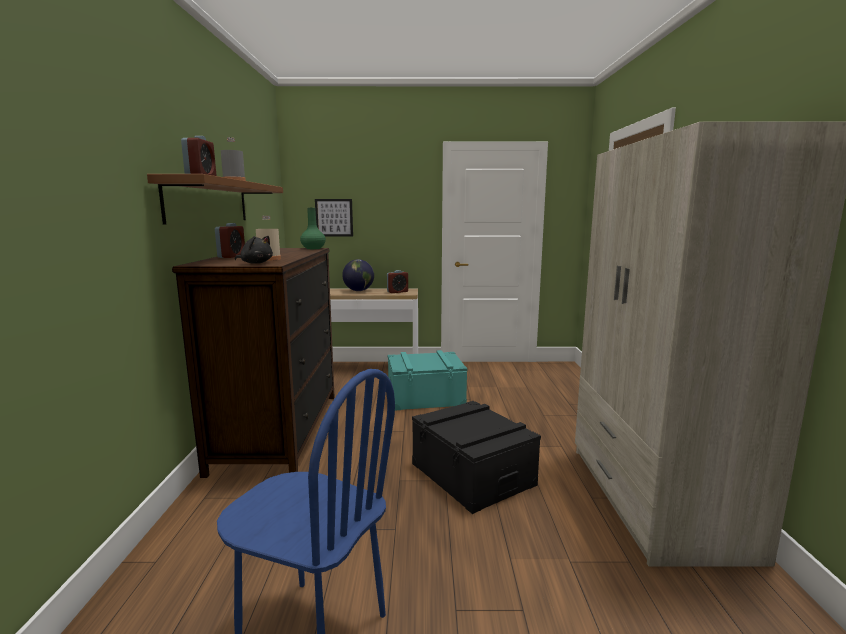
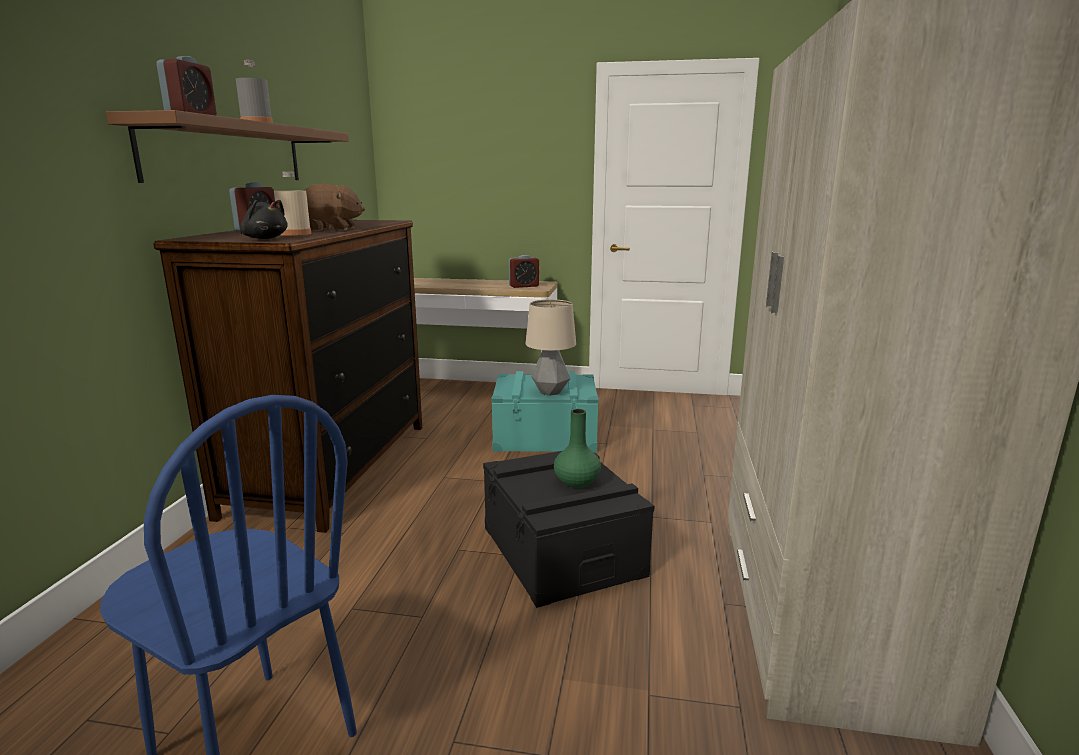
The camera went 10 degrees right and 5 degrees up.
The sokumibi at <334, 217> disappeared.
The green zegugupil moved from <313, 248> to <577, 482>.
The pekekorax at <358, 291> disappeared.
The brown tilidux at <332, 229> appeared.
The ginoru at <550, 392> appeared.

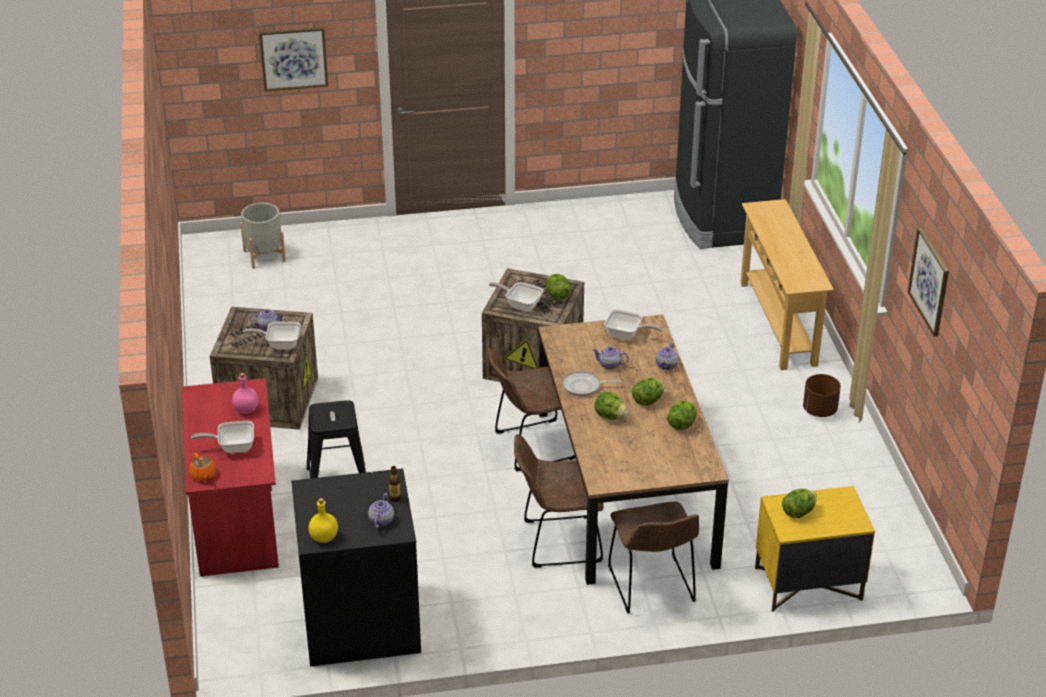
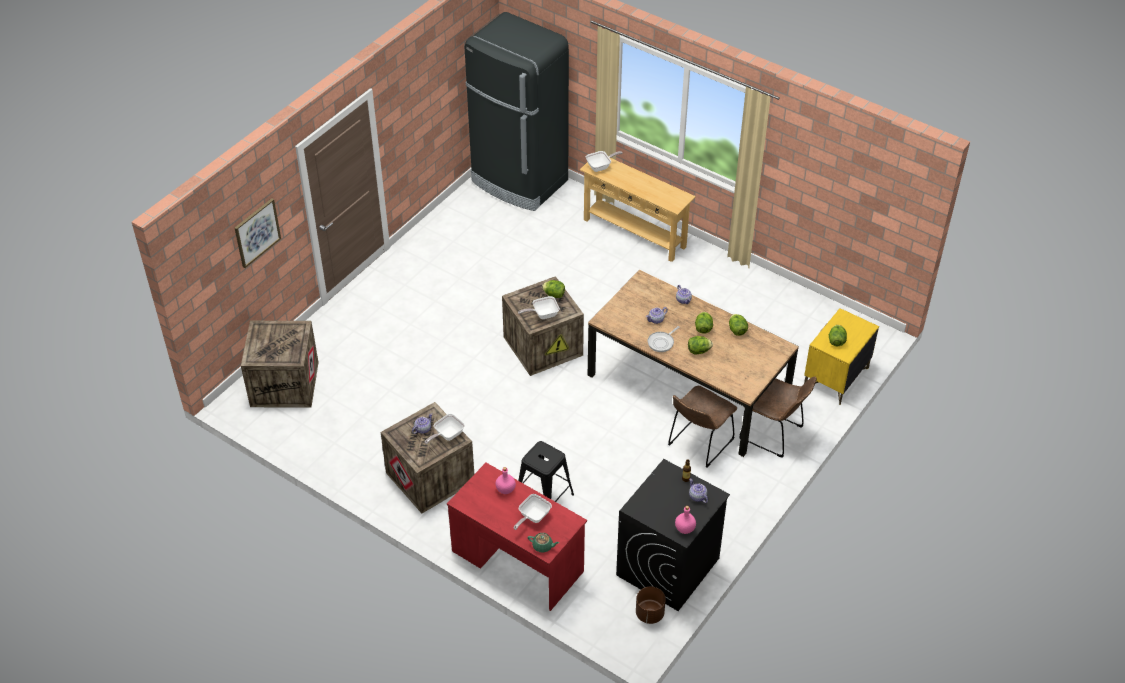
The camera went 45 degrees left and 10 degrees up.
The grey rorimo at <264, 256> was replaced by the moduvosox at <285, 385>.
The sokumibi at <929, 281> disappeared.
The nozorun moved from <627, 335> to <601, 167>.
The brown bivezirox at <531, 446> disappeared.
The brown rorimo moved from <819, 410> to <650, 614>.
The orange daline at <203, 475> became the green daline at <543, 546>.
The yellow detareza at <324, 538> became the pink detareza at <685, 528>.

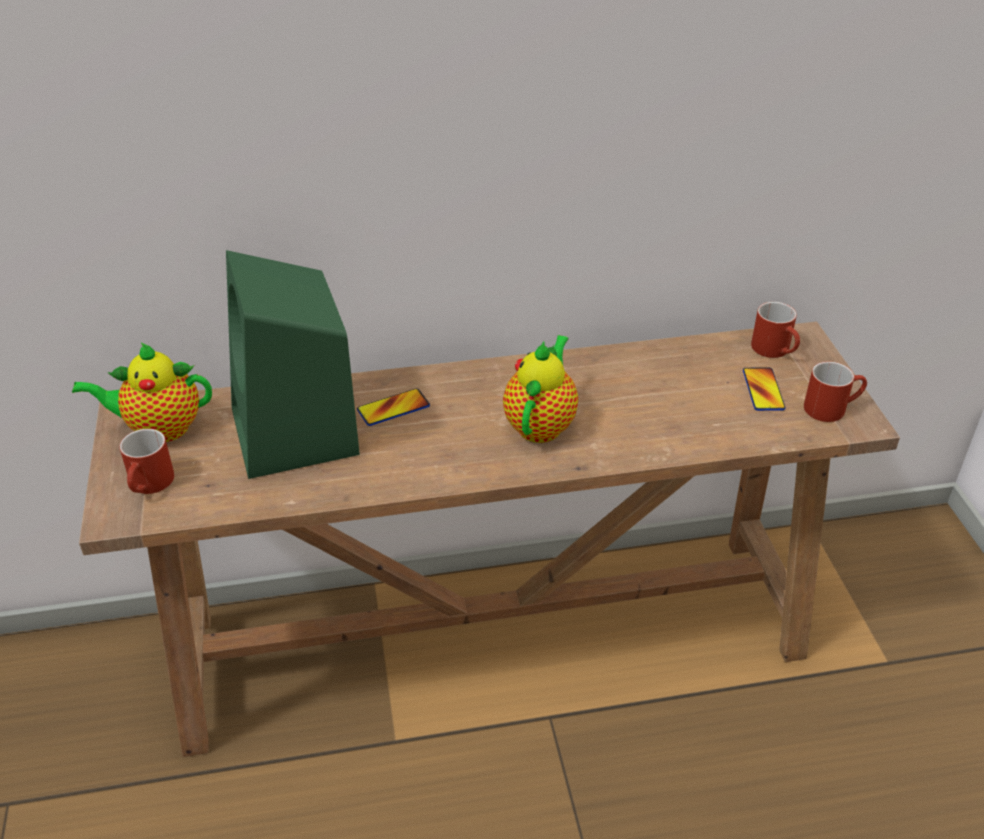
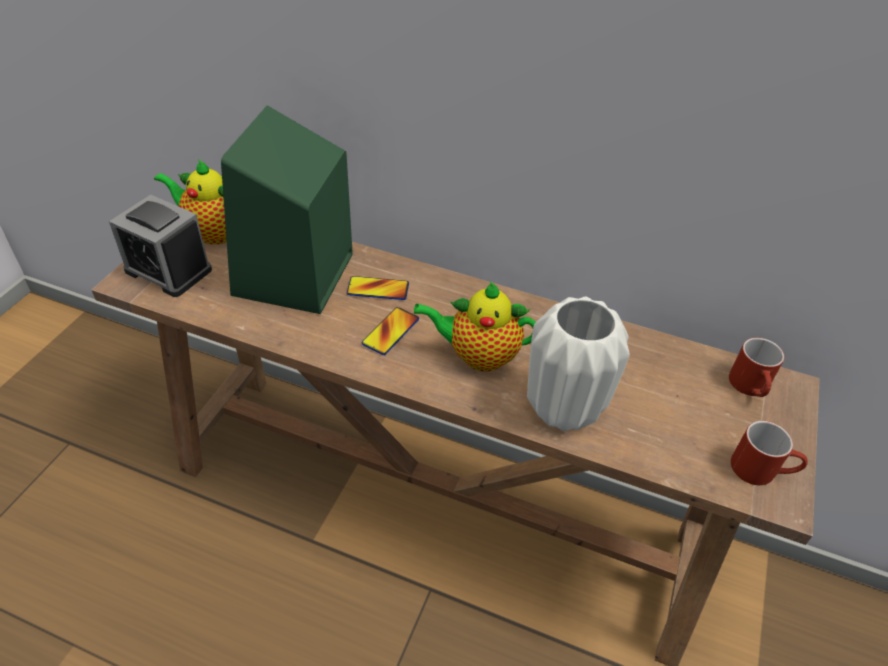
The camera went 30 degrees right and 5 degrees up.
The daline at <541, 424> turned 135 degrees counterclockwise.
The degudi moved from <763, 390> to <390, 332>.
The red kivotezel at <150, 485> was replaced by the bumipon at <168, 270>.
The white zegugupil at <564, 409> appeared.

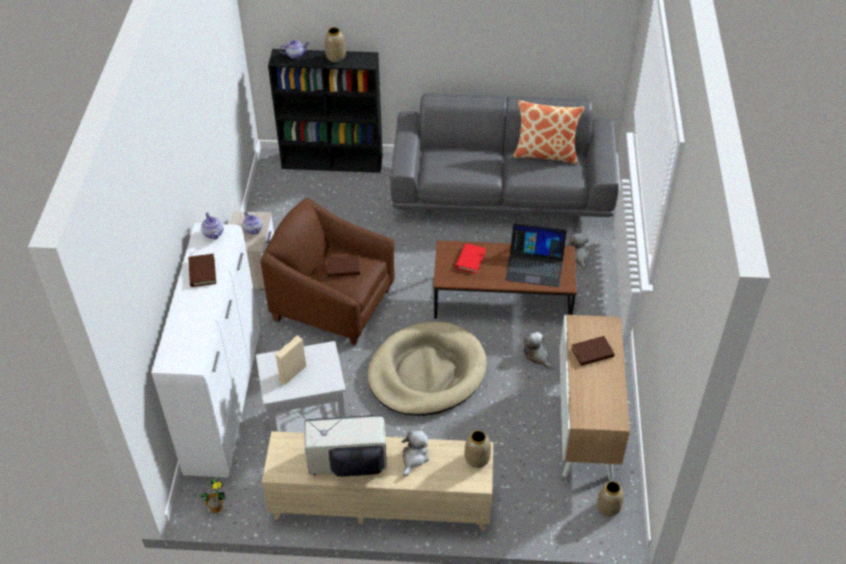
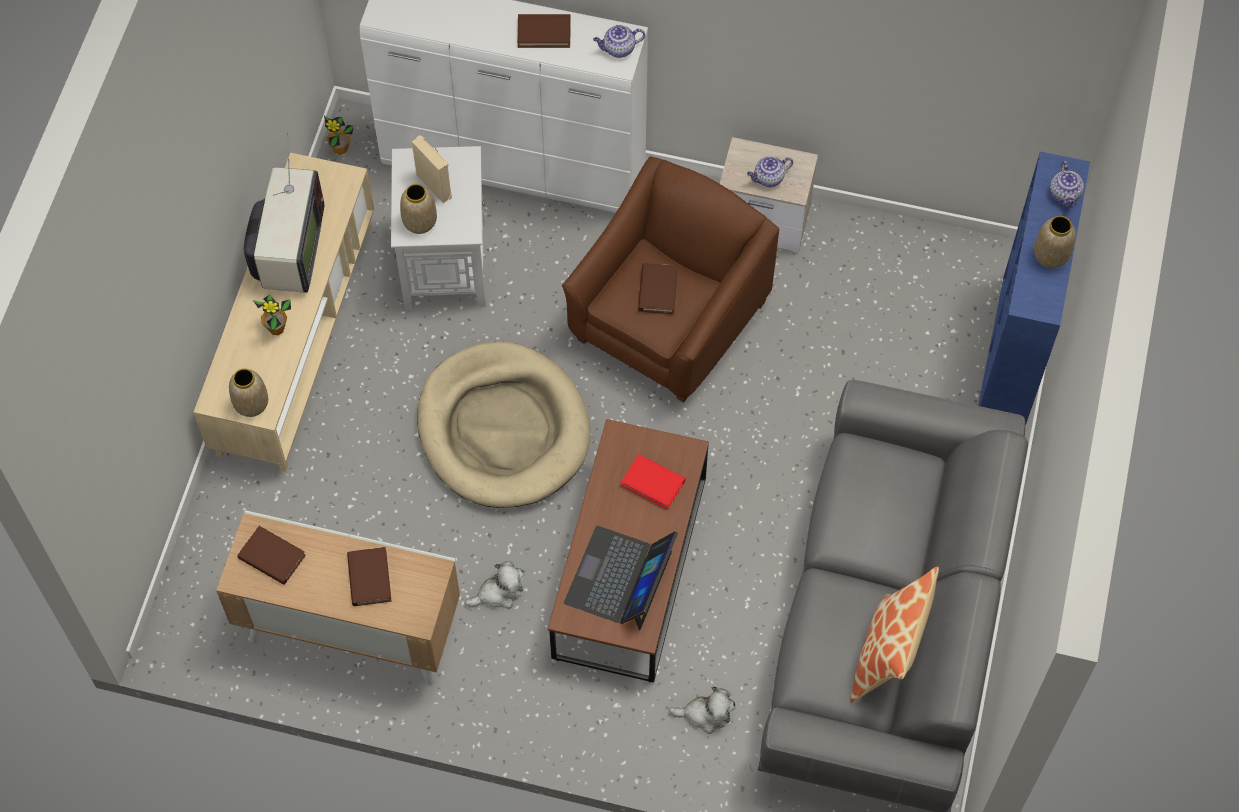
The camera went 100 degrees right and 15 degrees up.
The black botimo at <333, 162> became the blue botimo at <1012, 358>.
The tilidux at <414, 457> was replaced by the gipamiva at <276, 328>.
The zegugupil moved from <608, 508> to <419, 222>.
The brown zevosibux at <272, 557> appeared.

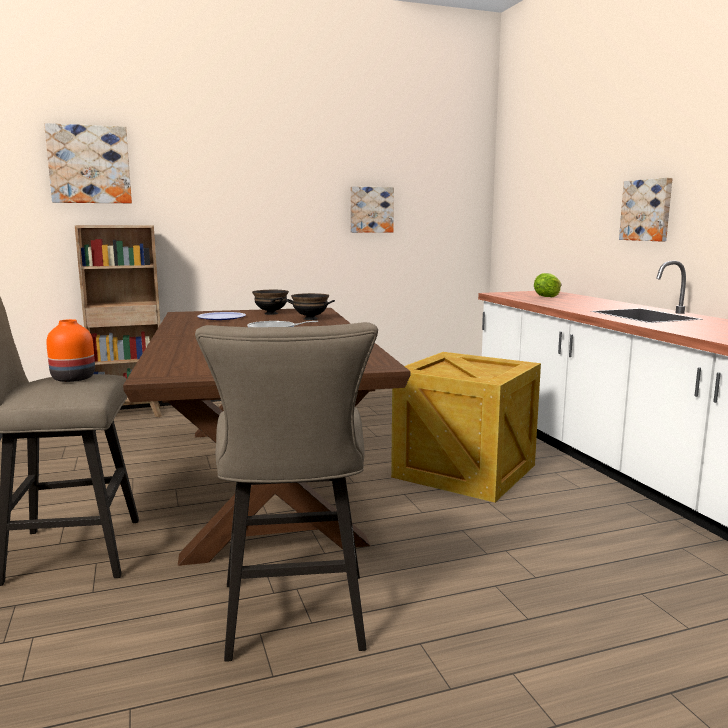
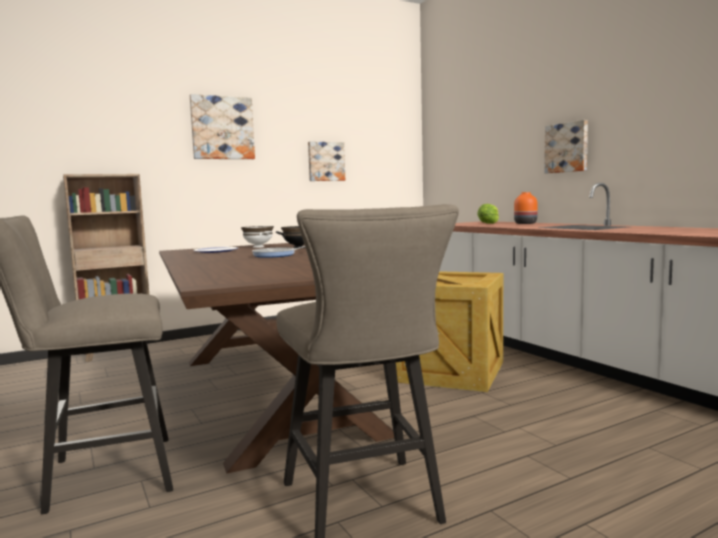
The camera went 10 degrees left and 5 degrees down.
The sokumibi moved from <89, 164> to <222, 128>.
The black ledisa at <271, 313> became the white ledisa at <258, 247>.
The orange zegugupil moved from <72, 379> to <525, 223>.

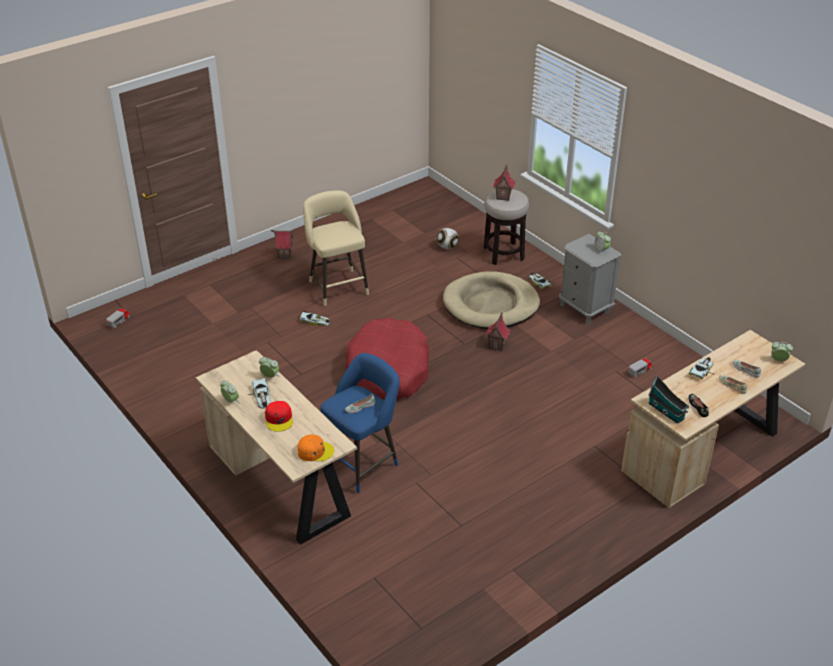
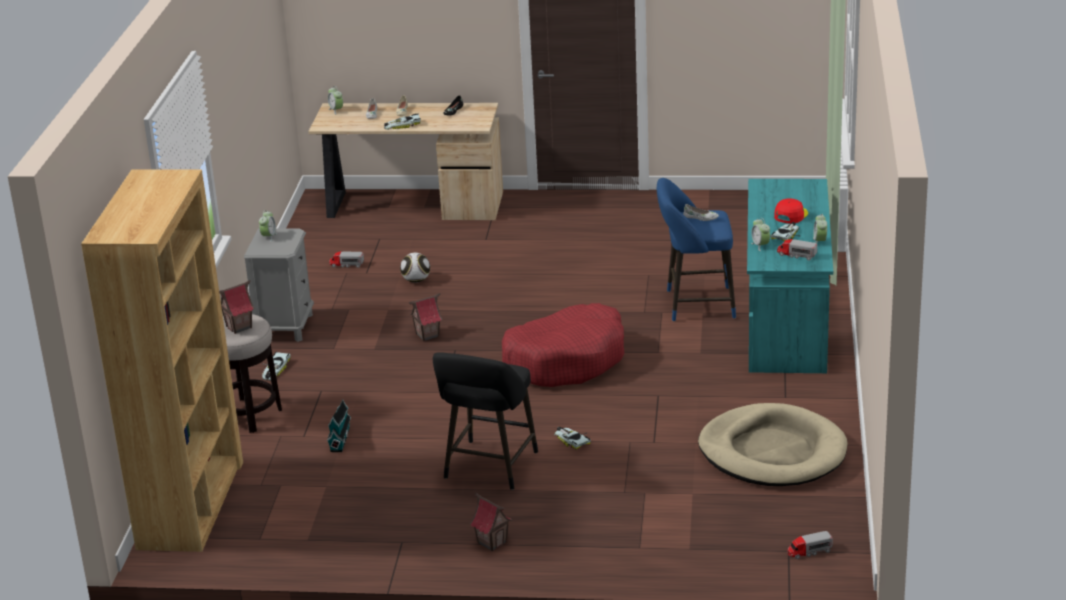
The camera went 135 degrees left and 10 degrees down.
The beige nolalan at <337, 286> became the black nolalan at <489, 468>.
The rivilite moved from <447, 247> to <416, 280>.
The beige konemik moved from <491, 304> to <772, 452>.
The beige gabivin at <280, 481> became the turquoise gabivin at <787, 321>.
The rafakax moved from <667, 412> to <340, 439>.
The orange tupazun at <315, 451> disappeared.
The brown botimo at <191, 504> appeared.
The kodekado at <796, 255> appeared.

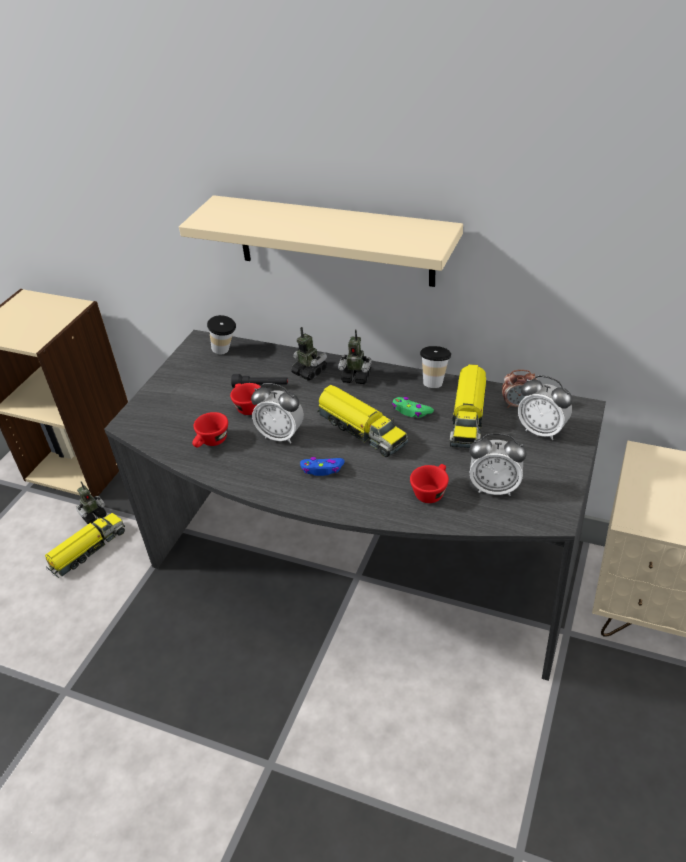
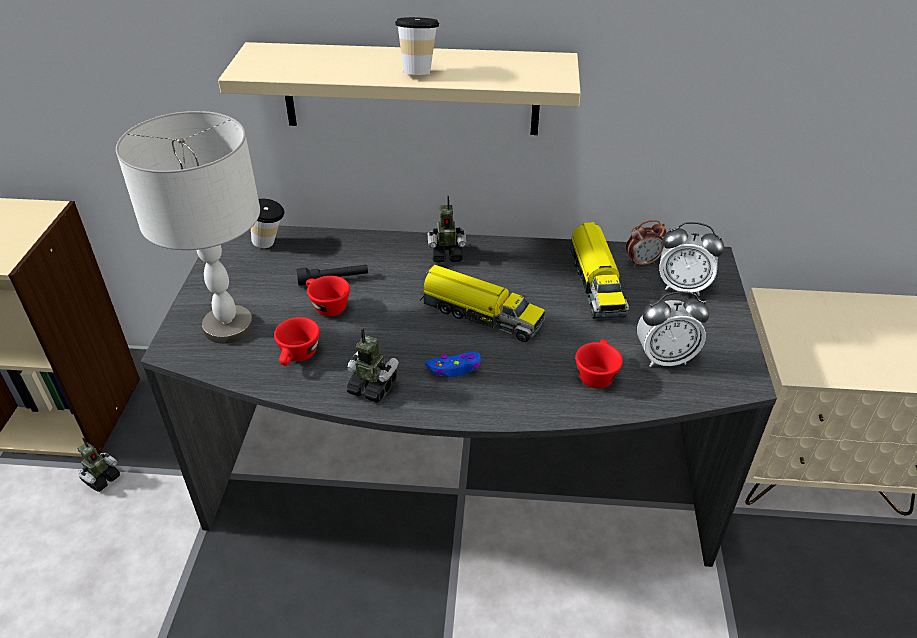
The camera went 20 degrees left and 0 degrees up.
The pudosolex moved from <309, 372> to <372, 387>.
The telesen moved from <435, 381> to <418, 71>.
The bumipon at <281, 435> disappeared.
The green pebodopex at <411, 411> disappeared.
The kodekado at <87, 550> disappeared.
The grey ginoru at <227, 327> appeared.

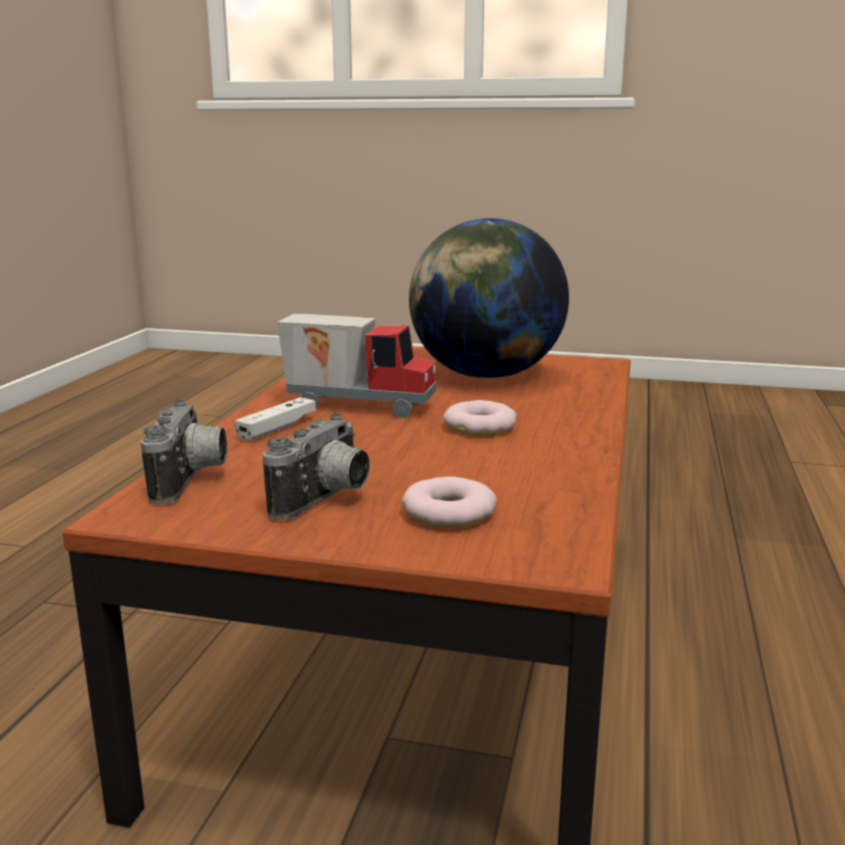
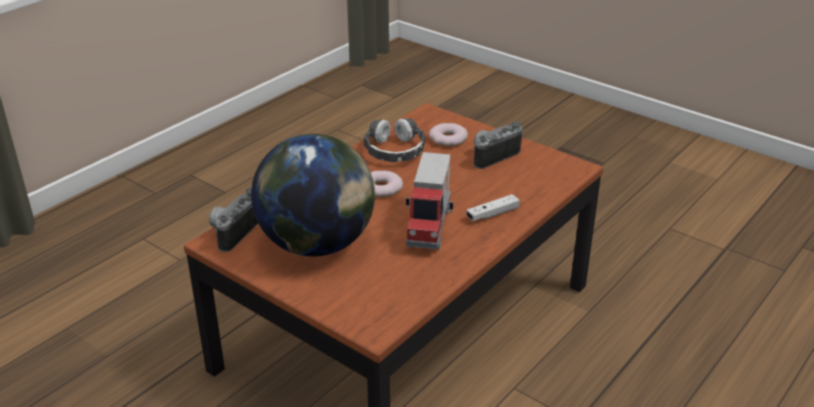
The camera went 155 degrees left and 15 degrees up.
The kodekado at <360, 405> turned 120 degrees counterclockwise.
The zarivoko moved from <192, 481> to <233, 232>.
The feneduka at <395, 150> appeared.

